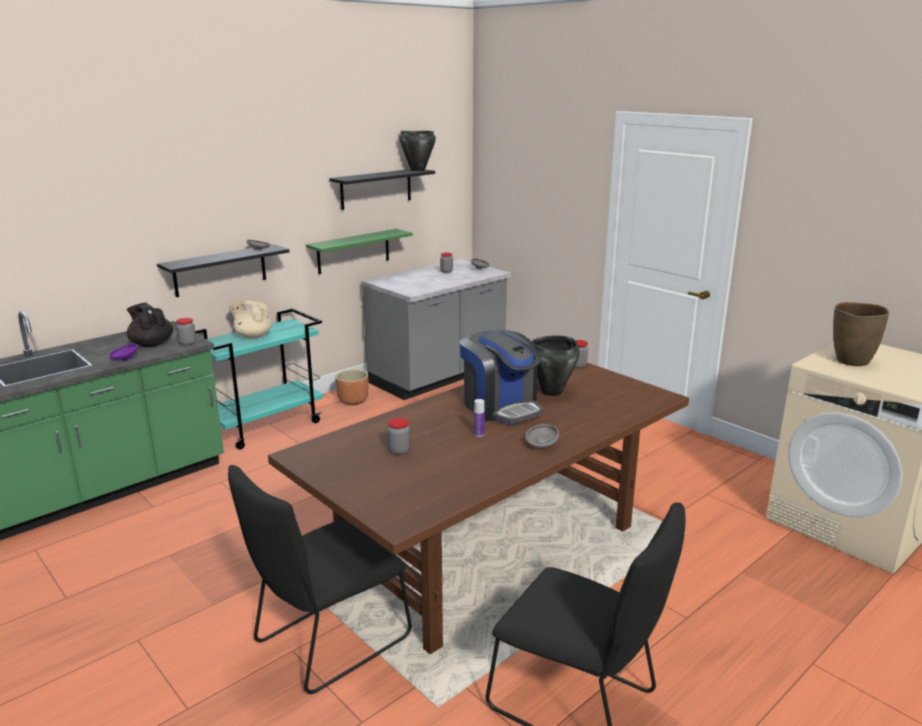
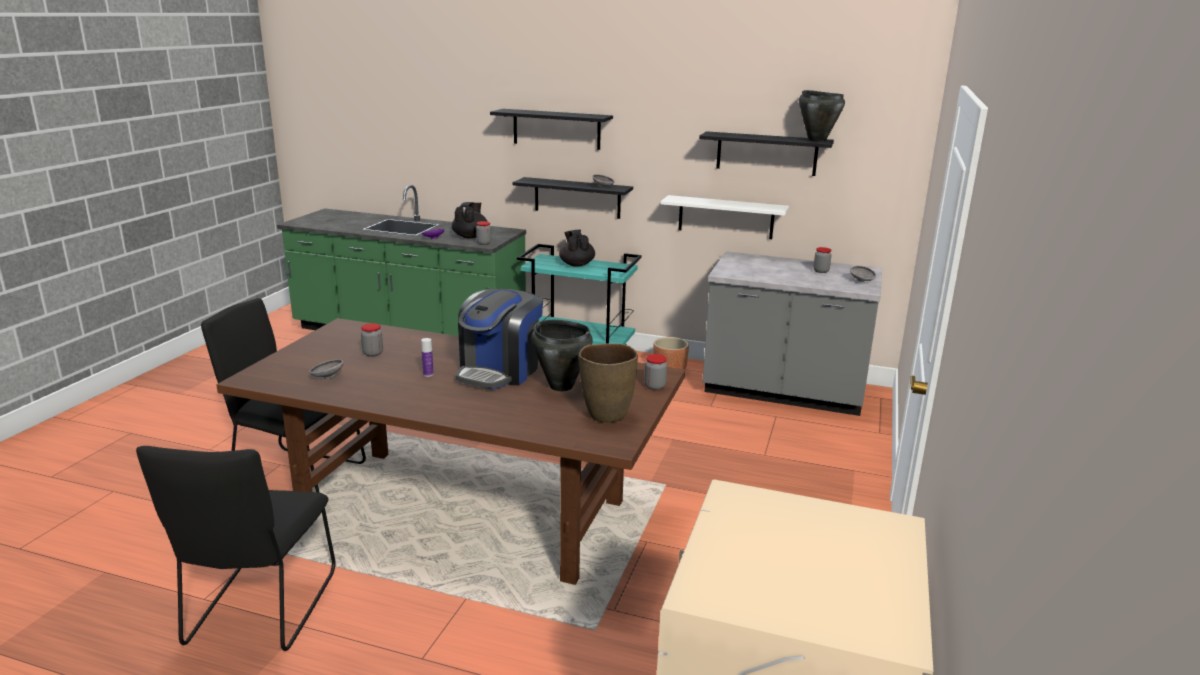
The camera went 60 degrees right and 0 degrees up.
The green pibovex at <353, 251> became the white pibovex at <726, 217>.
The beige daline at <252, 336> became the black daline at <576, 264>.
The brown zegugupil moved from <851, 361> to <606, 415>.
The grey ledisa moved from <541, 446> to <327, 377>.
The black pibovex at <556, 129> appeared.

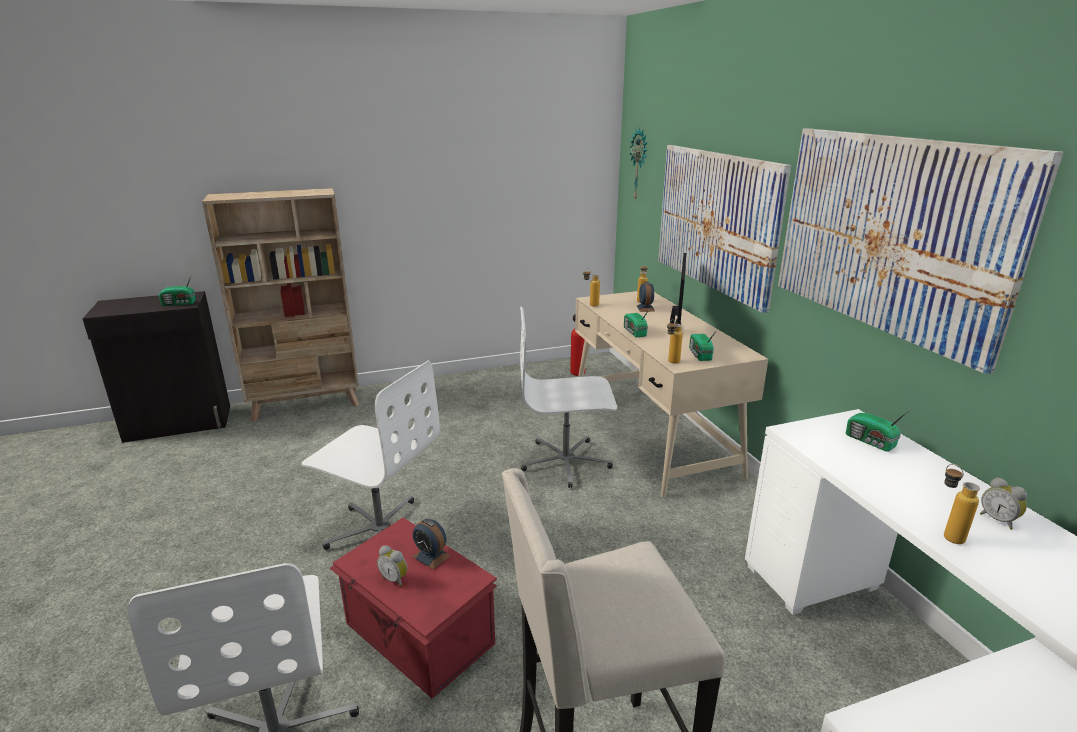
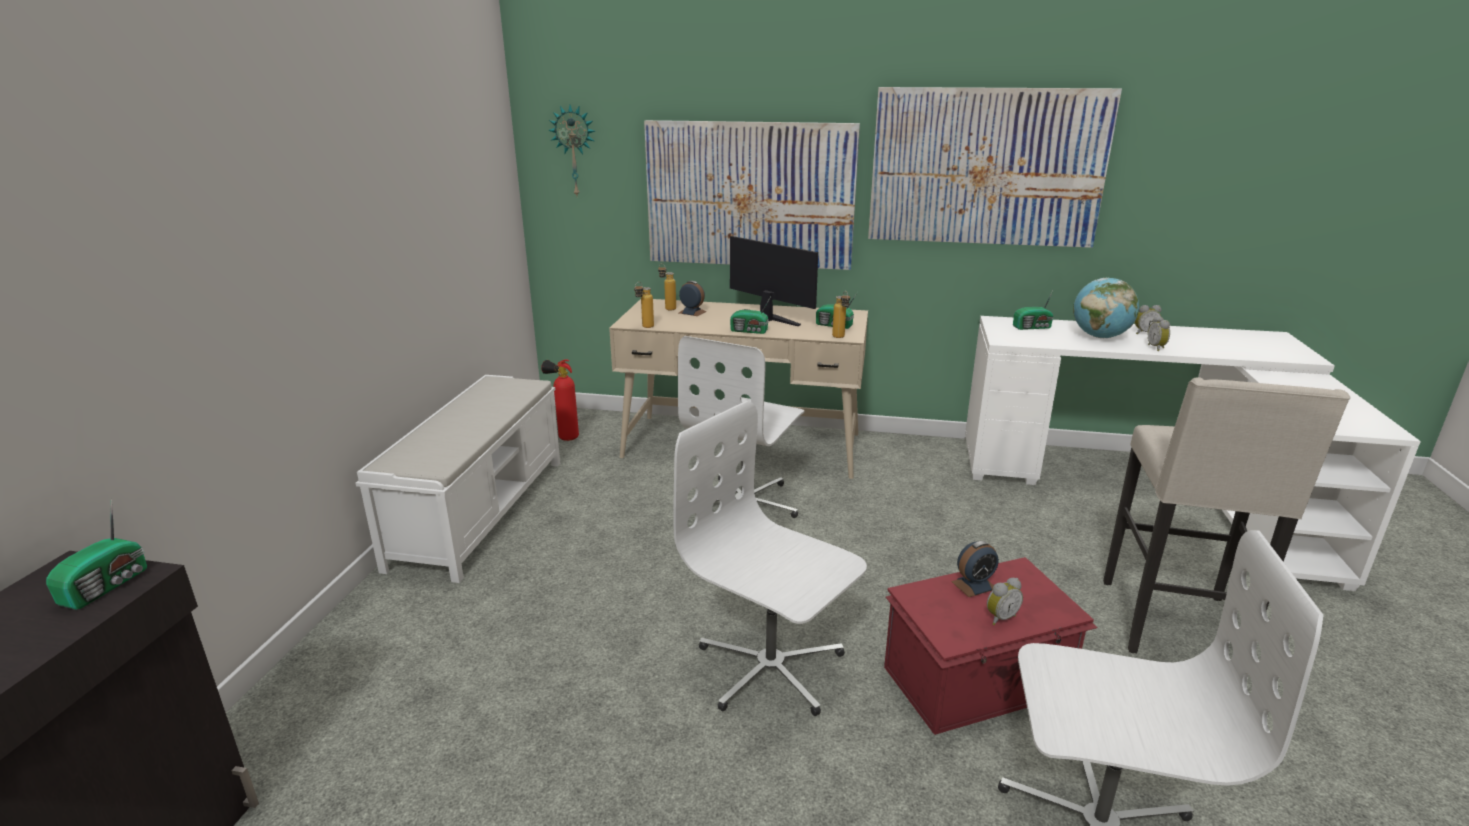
The camera went 60 degrees left and 0 degrees up.
The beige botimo at <306, 404> disappeared.
The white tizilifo at <380, 531> turned 105 degrees counterclockwise.
The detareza at <946, 534> was replaced by the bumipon at <1157, 348>.
The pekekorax at <1100, 336> appeared.
The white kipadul at <481, 510> appeared.

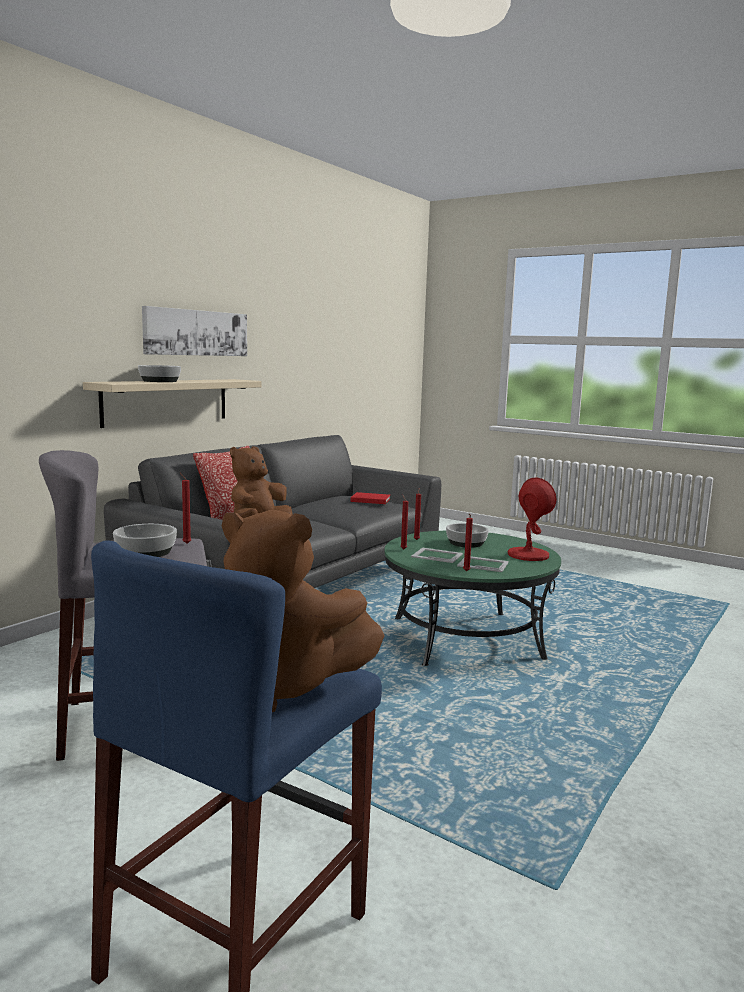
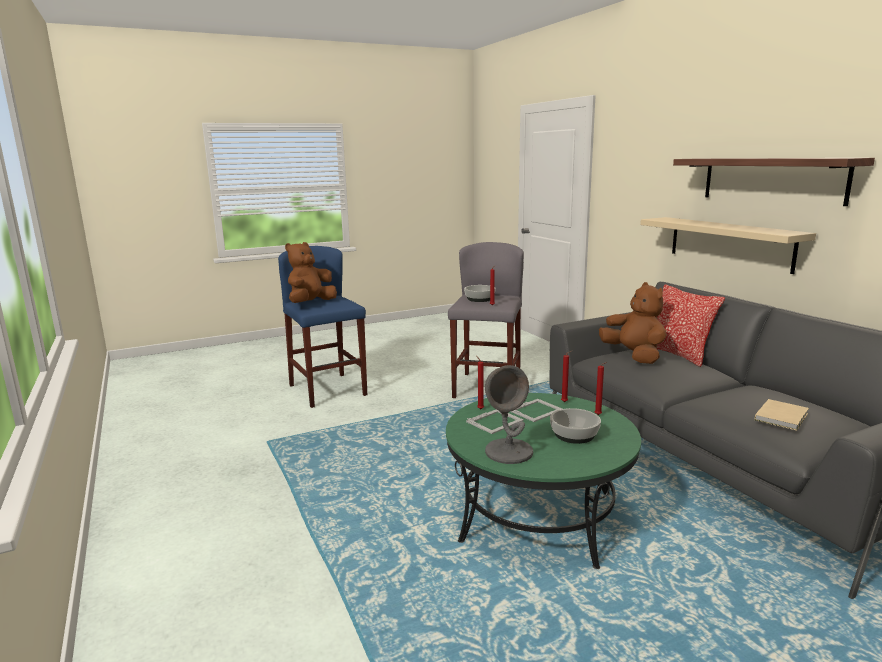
The camera went 120 degrees right and 5 degrees up.
The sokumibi at <196, 333> was replaced by the pibovex at <771, 179>.
The ledisa at <160, 381> disappeared.
The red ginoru at <528, 555> became the grey ginoru at <509, 452>.
The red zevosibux at <369, 500> became the beige zevosibux at <782, 416>.

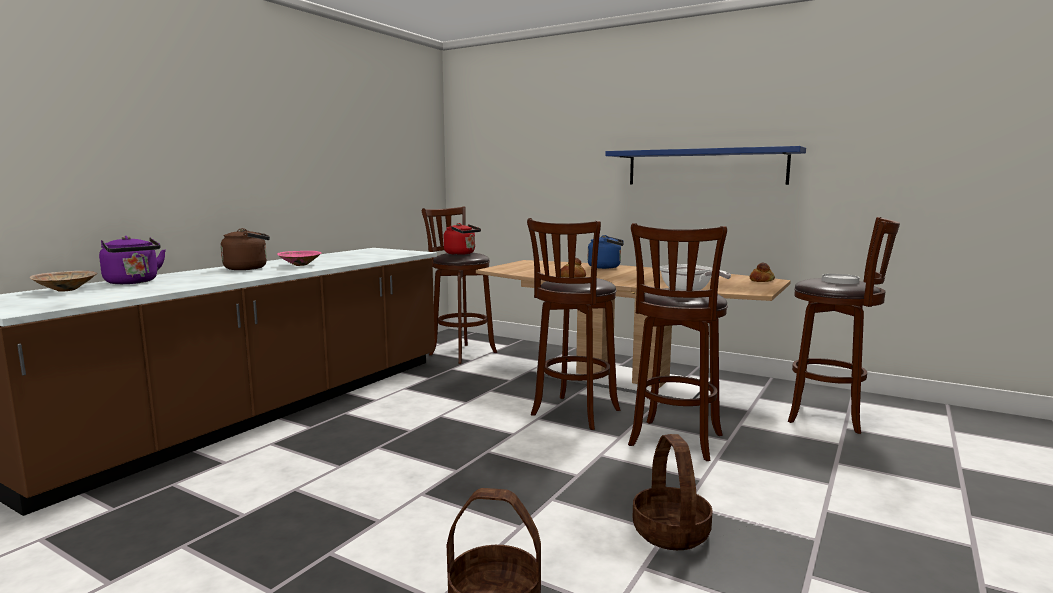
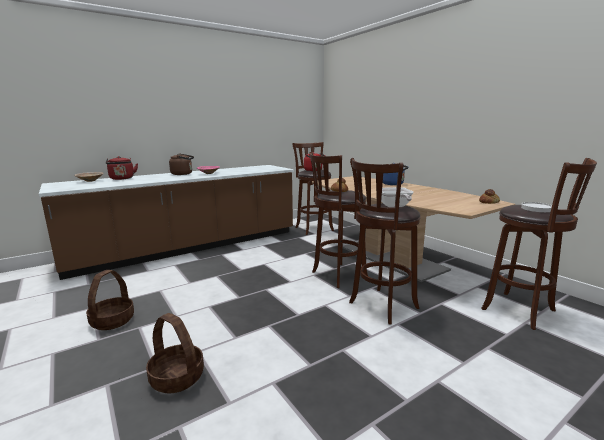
The camera went 25 degrees right and 5 degrees up.
The blue pibovex at <705, 167> disappeared.
The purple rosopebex at <133, 282> became the red rosopebex at <122, 179>.
The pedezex moved from <670, 532> to <112, 320>.

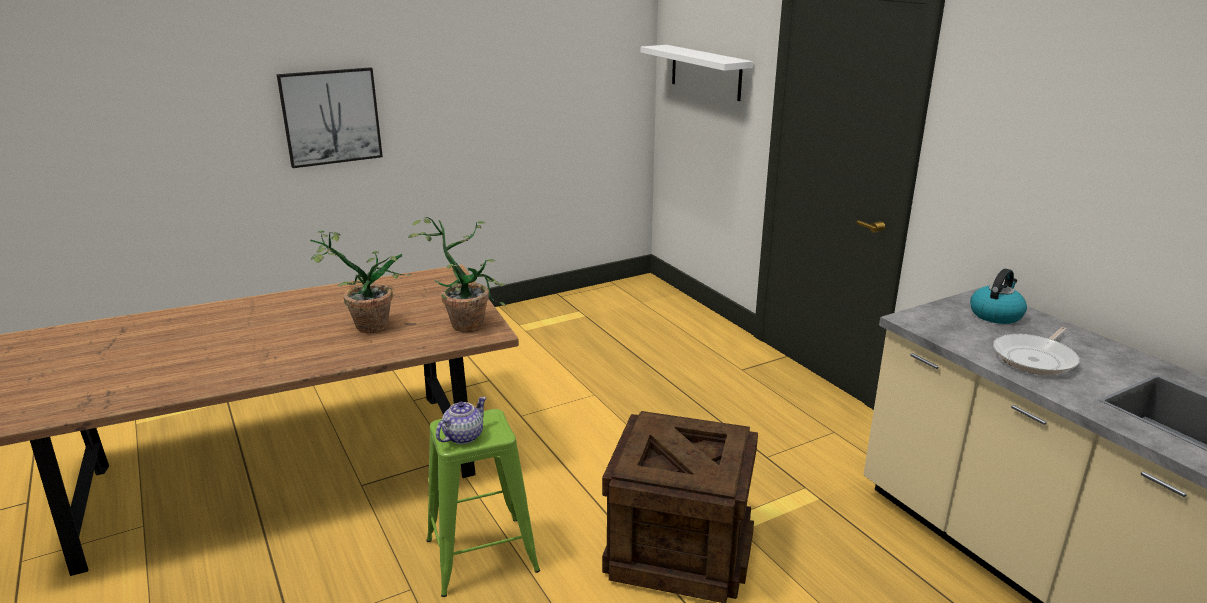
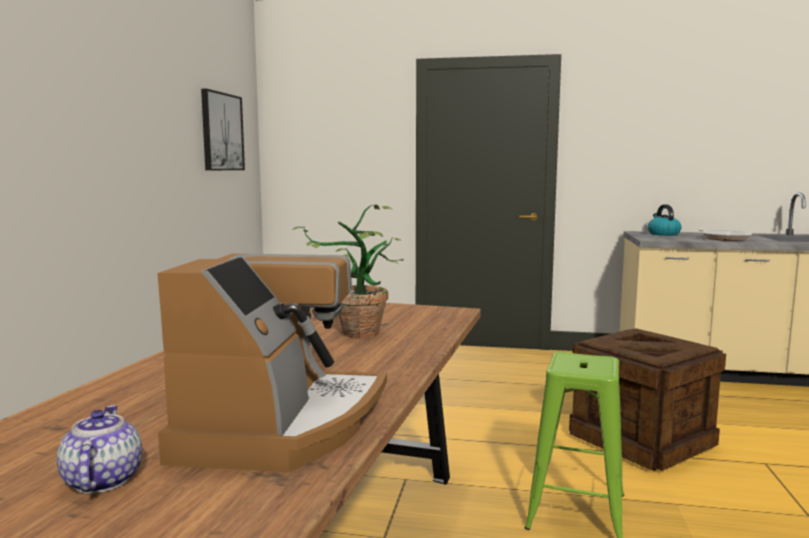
The camera went 50 degrees left and 15 degrees down.
The white pibovex at <705, 72> disappeared.
The sokumibi moved from <331, 117> to <221, 132>.
The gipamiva at <468, 321> disappeared.
The daline moved from <462, 436> to <101, 481>.
The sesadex at <282, 425> appeared.

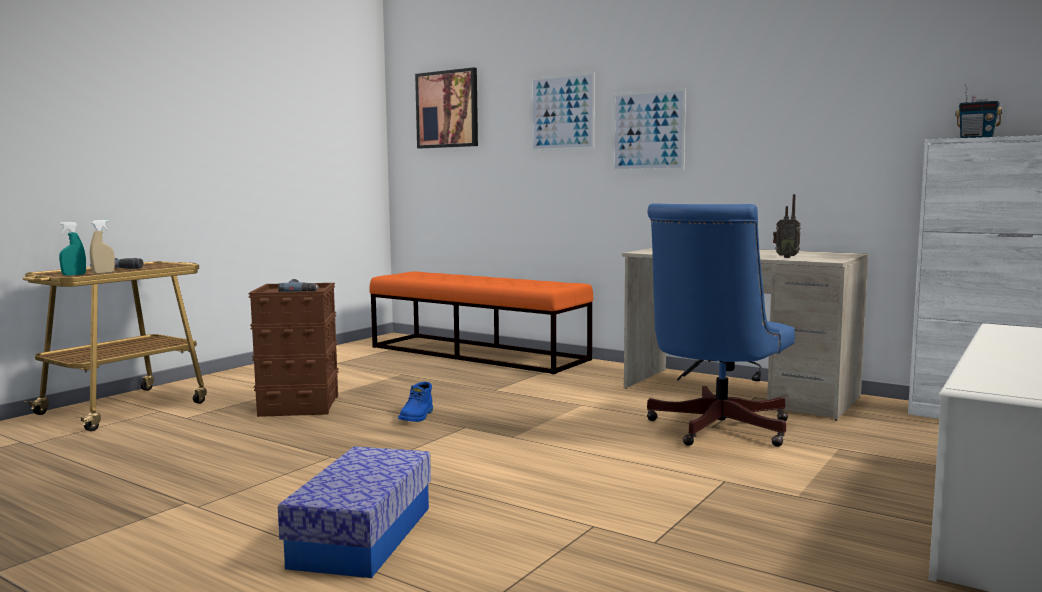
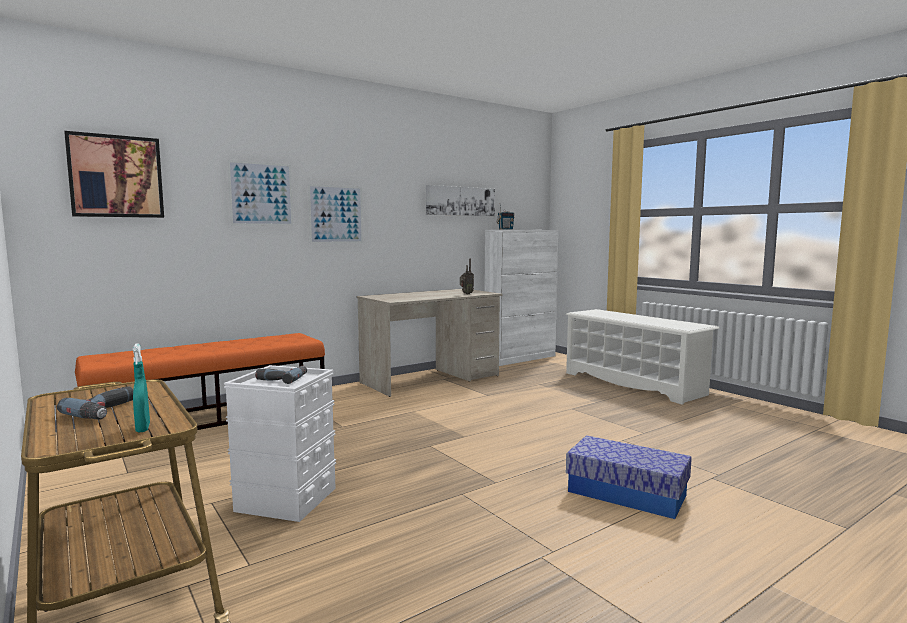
The camera went 70 degrees left and 0 degrees up.
The blue tizilifo at <714, 430> disappeared.
The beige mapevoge at <103, 273> disappeared.
The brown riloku at <298, 405> became the white riloku at <285, 500>.
The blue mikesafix at <417, 417> disappeared.
The sokumibi at <460, 201> appeared.

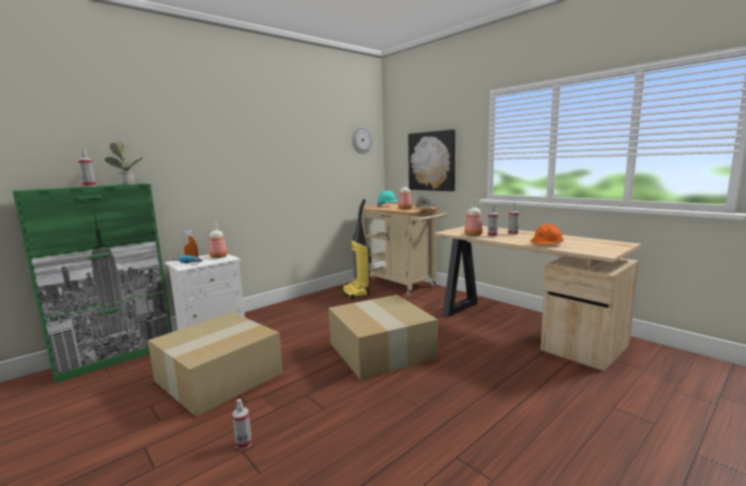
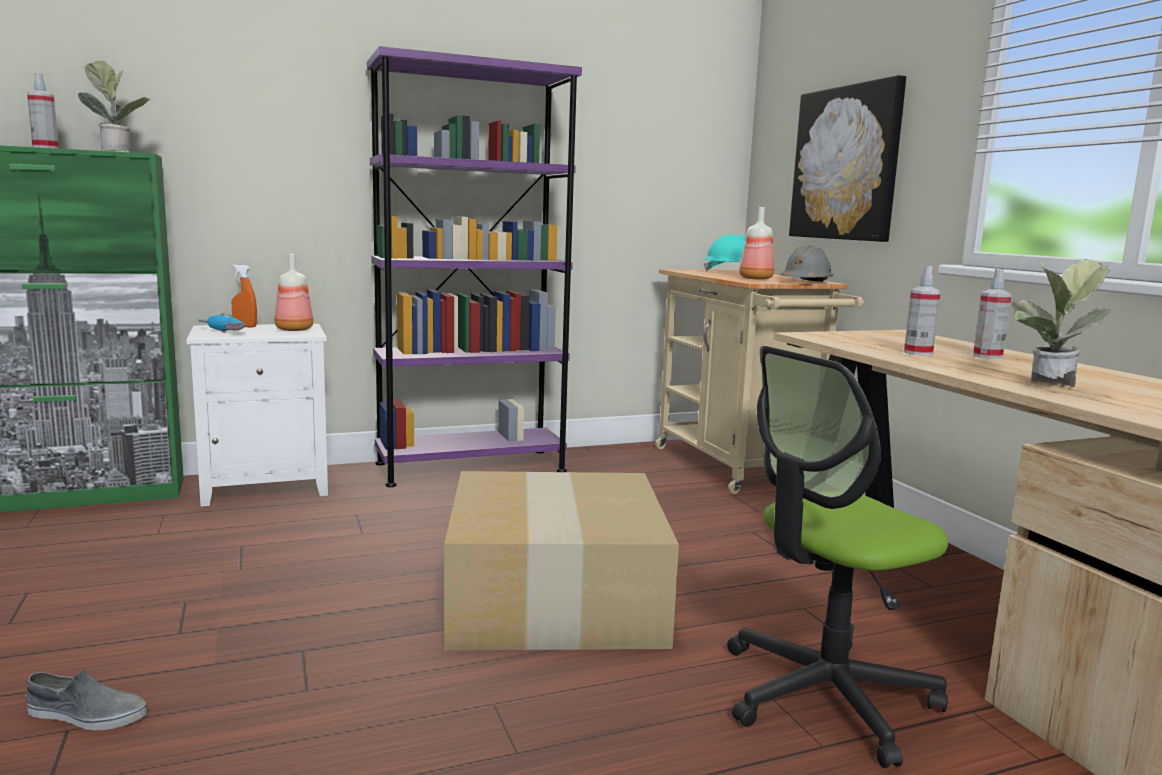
The camera went 20 degrees right and 0 degrees up.
The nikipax at <361, 140> disappeared.
The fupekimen at <356, 292> disappeared.
The detareza at <472, 235> disappeared.
The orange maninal at <546, 244> was replaced by the gipamiva at <1045, 387>.
The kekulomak at <218, 378> disappeared.
The mapevoge at <244, 443> was replaced by the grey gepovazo at <86, 715>.
The purple botimo at <470, 467> appeared.
The tizilifo at <825, 696> appeared.

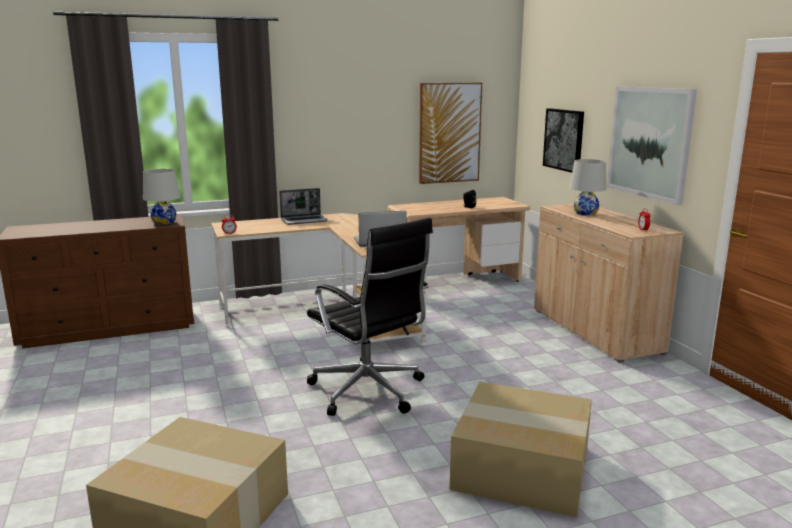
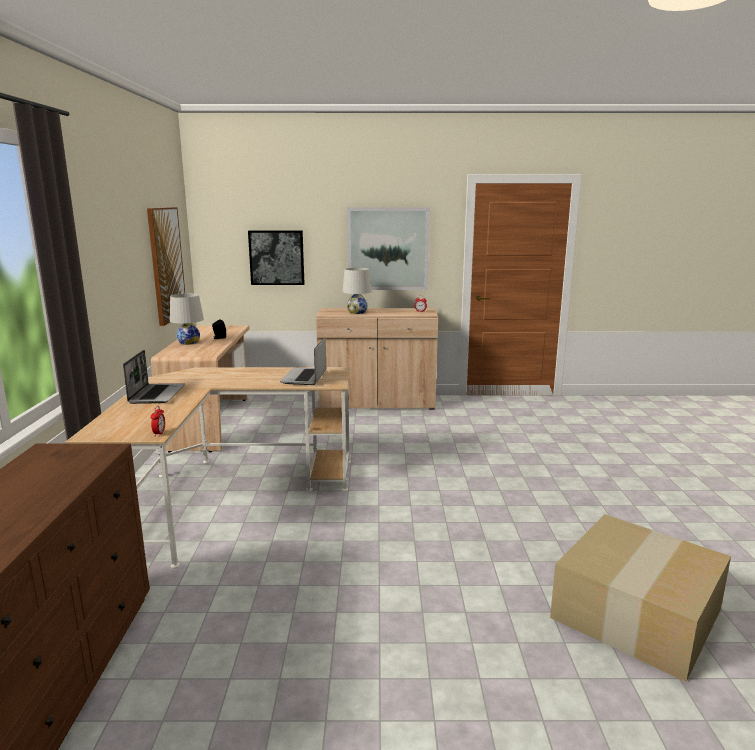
The camera went 70 degrees left and 0 degrees up.
The white ginoru moved from <164, 222> to <188, 342>.
The black tizilifo at <369, 392> disappeared.
The kekulomak at <519, 469> disappeared.

